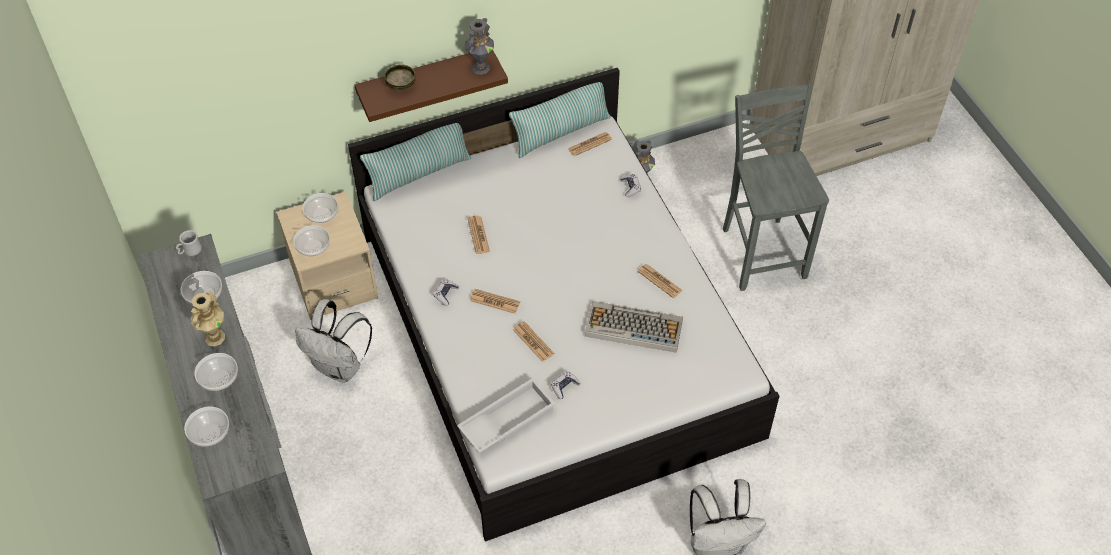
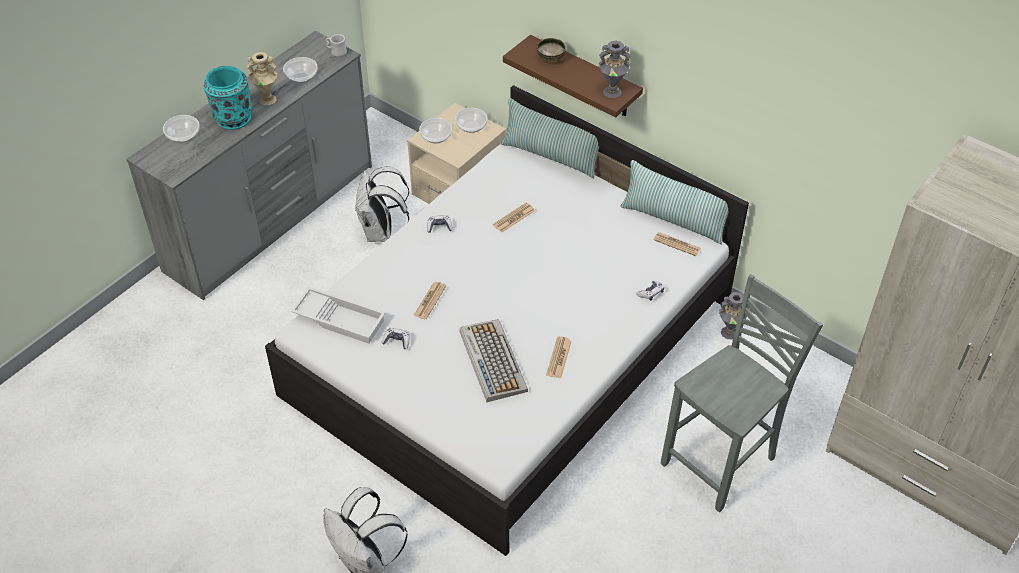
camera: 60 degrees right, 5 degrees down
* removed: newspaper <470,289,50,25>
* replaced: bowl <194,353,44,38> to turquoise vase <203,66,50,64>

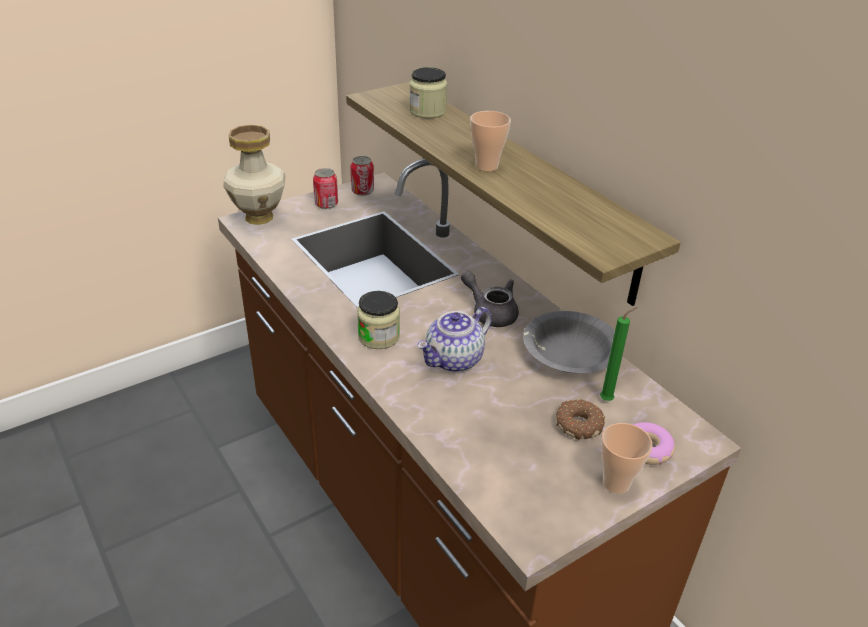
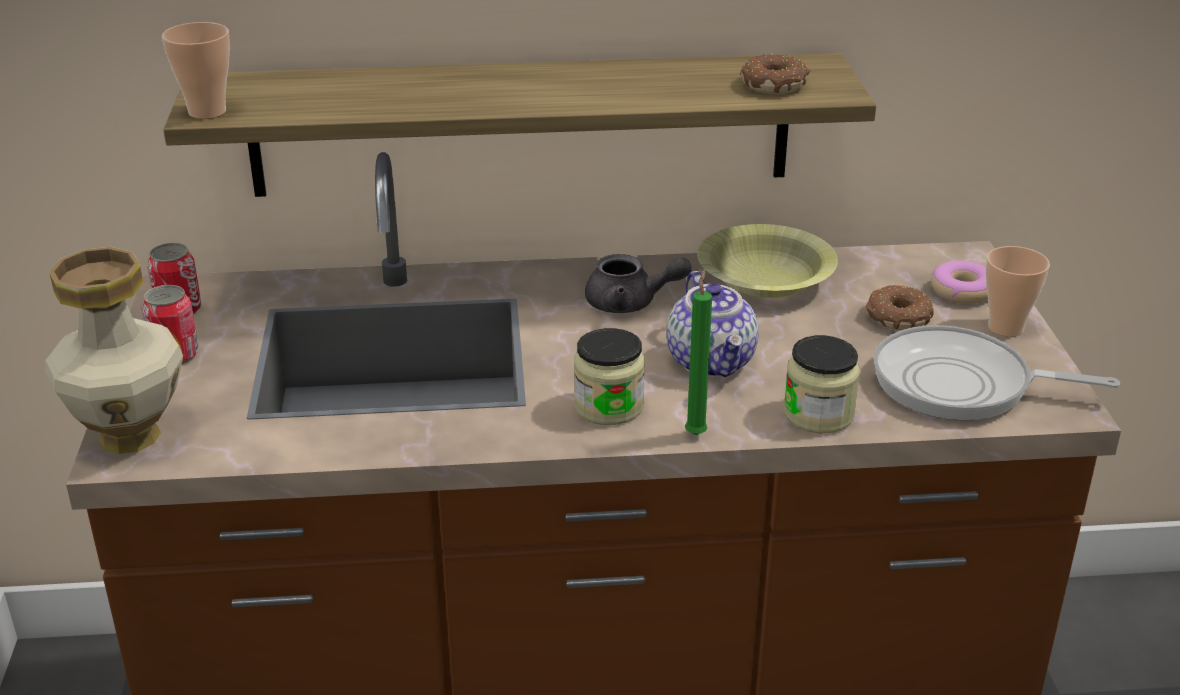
camera: 60 degrees left, 5 degrees down
* moved: jar <409,67,38,51> to <784,335,76,98>
* moved: cup <470,111,41,60> to <162,22,68,97>
* turned: grey teapot <461,271,58,56> = <585,254,106,59> 150 degrees counterclockwise
* moved: green candle <600,307,37,94> to <685,269,27,166>
* recoloured: grey bowl <523,311,92,62> to yellow bowl <697,224,141,74>
* added: donut <740,54,70,40>
* added: frying pan <874,325,246,95>

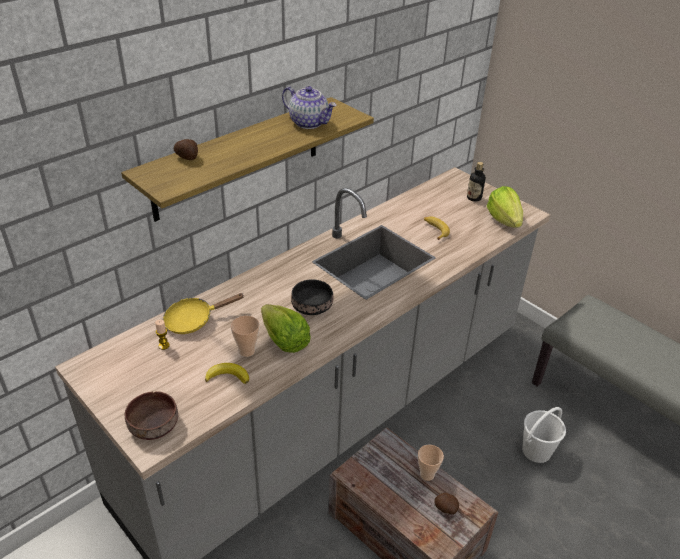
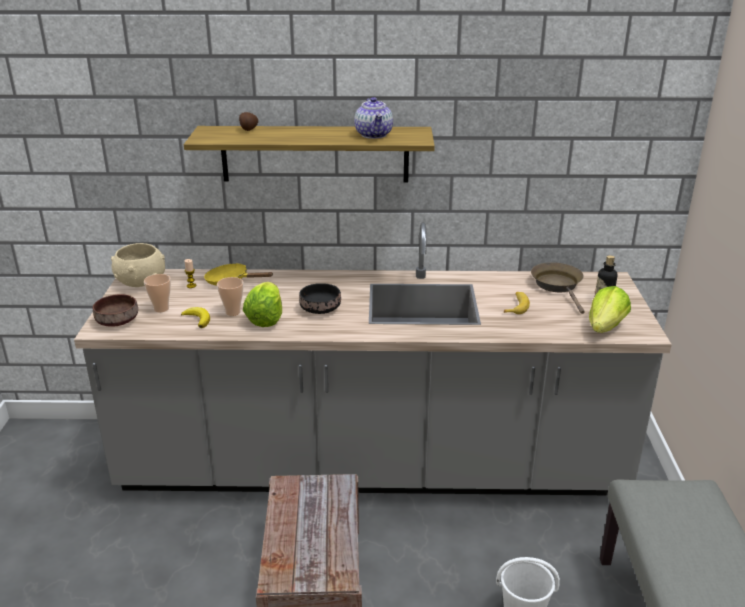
camera: 45 degrees right, 10 degrees down
* moved: cup <418,445,26,36> to <144,274,27,39>
* removed: potato <434,493,25,22>
* added: beige bowl <111,243,54,44>
* added: brown frying pan <531,262,54,52>

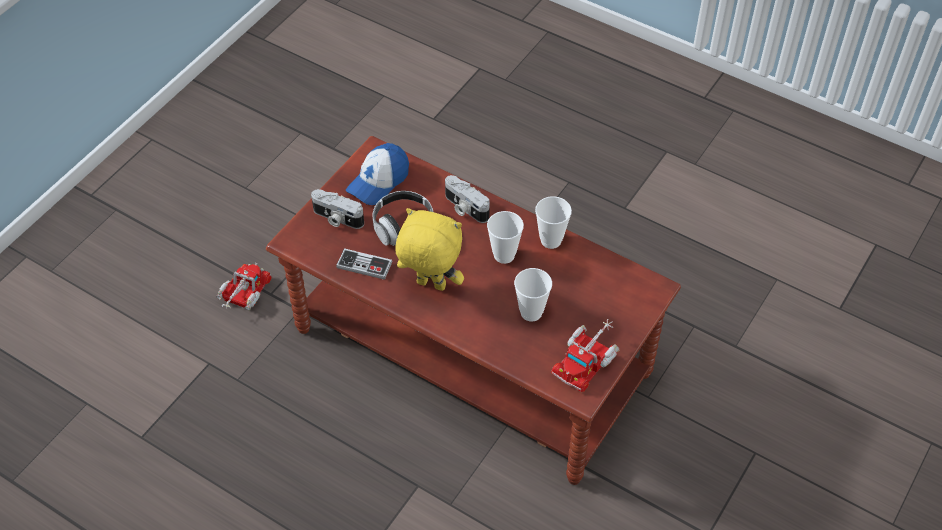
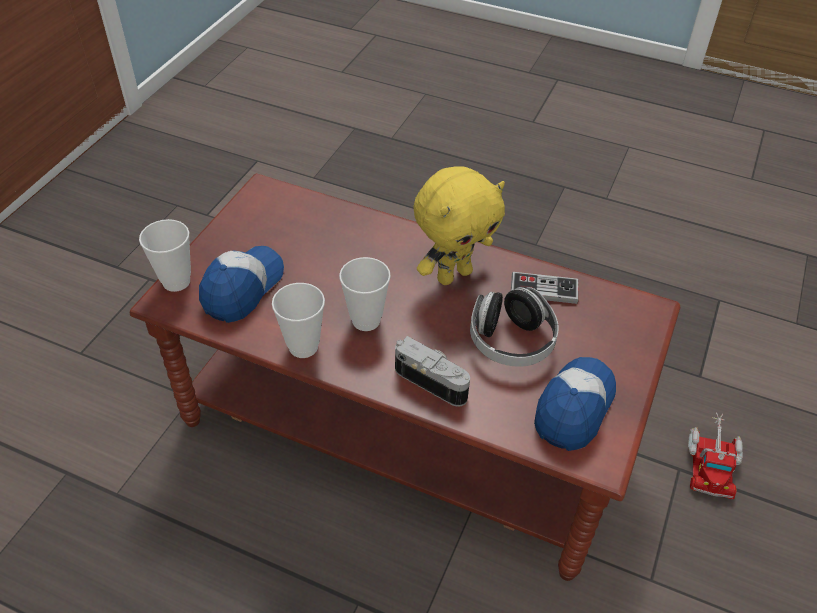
camera: 170 degrees right, 5 degrees down
* removed: photo camera <311,189,53,40>
* turned: yellow plush toy <395,208,69,83> = <413,166,92,119> 45 degrees counterclockwise
* moved: cup <514,268,38,53> to <139,219,52,73>
* removed: toy truck <551,319,69,73>
* added: cap <199,246,85,77>

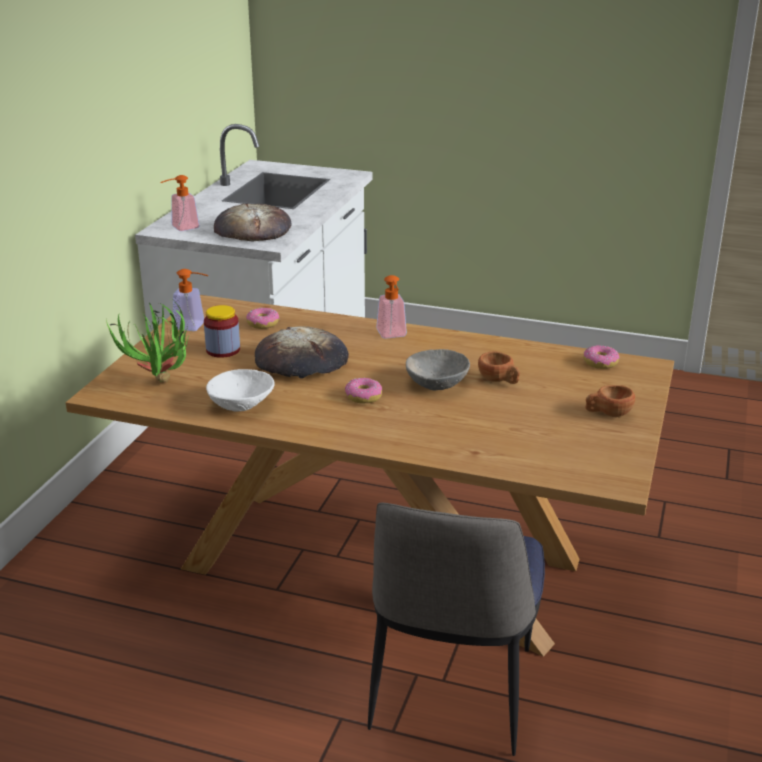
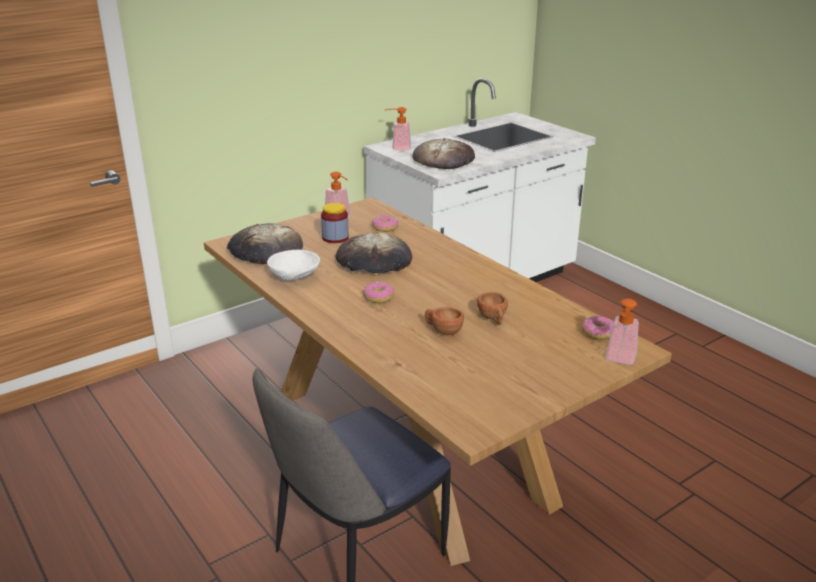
camera: 35 degrees right, 0 degrees up
* moved: soap dispenser <376,275,31,64> to <605,299,34,66>
* replaced: potted plant <106,302,84,81> to bread <227,223,76,41>
* removed: grey bowl <406,349,64,42>
* moved: brown cup <585,385,50,32> to <425,307,39,29>

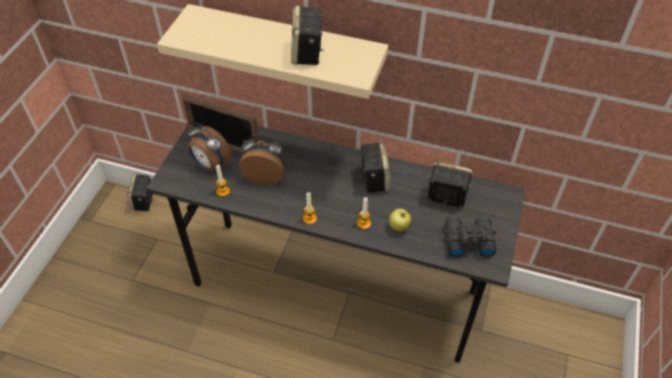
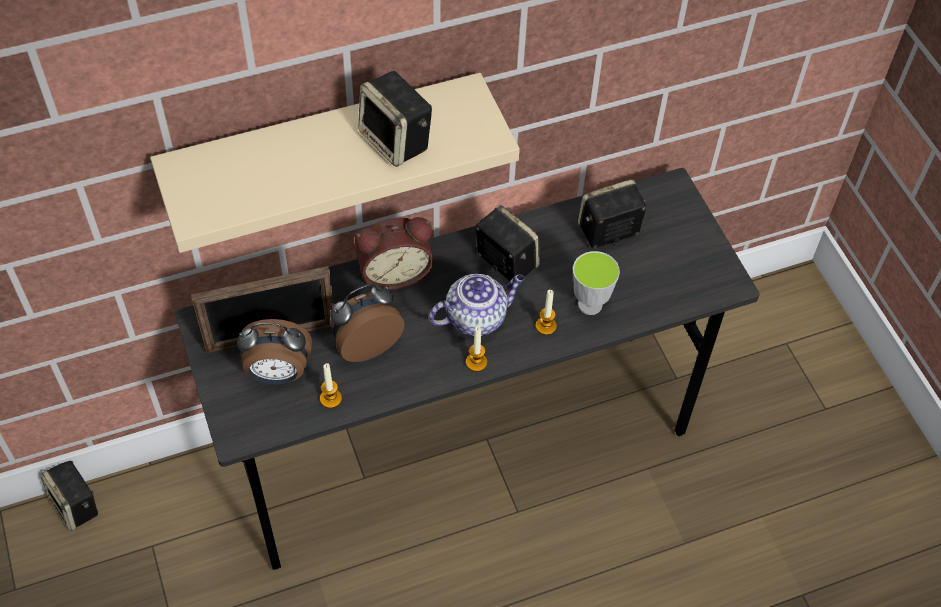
camera: 40 degrees left, 5 degrees up
* replaced: apple <389,209,22,22> to cup <573,251,47,64>
* removed: black binoculars <444,216,53,41>
* added: alarm clock <355,217,78,73>
* added: teapot <429,274,96,62>

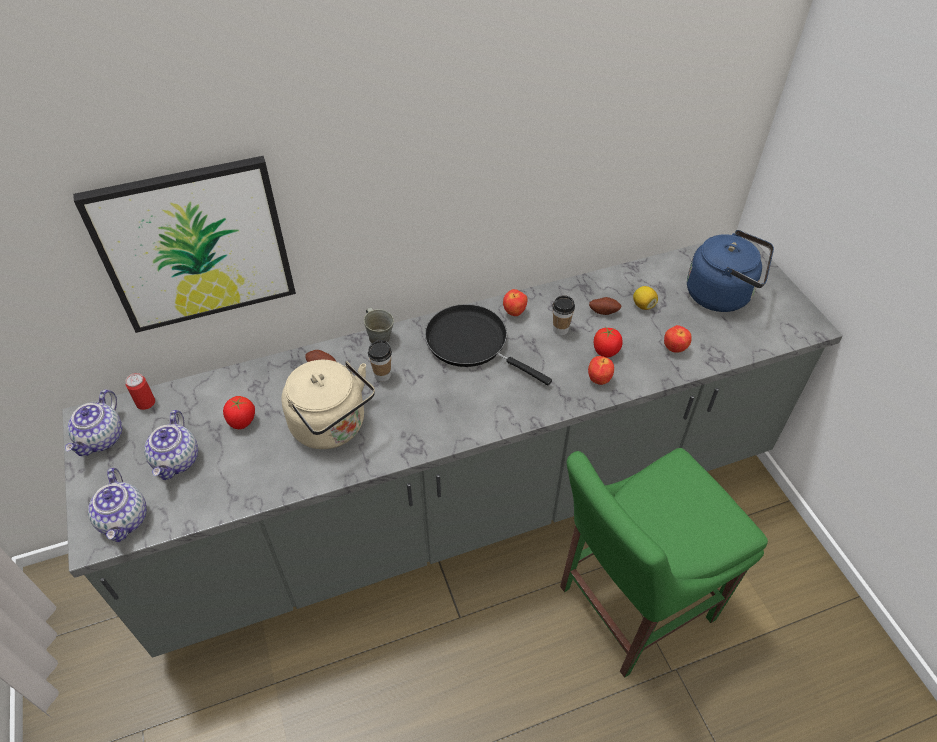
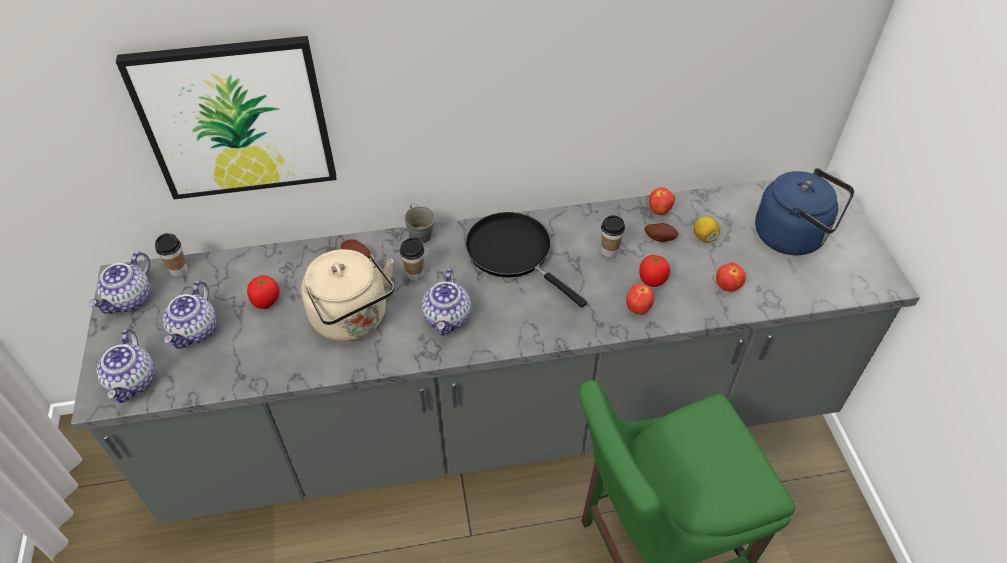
camera: 10 degrees right, 0 degrees up
* moved: apple <503,289,24,27> to <649,187,26,28>
* replaced: can <125,373,30,37> to cup <155,233,33,44>
* added: teapot <422,268,49,68>

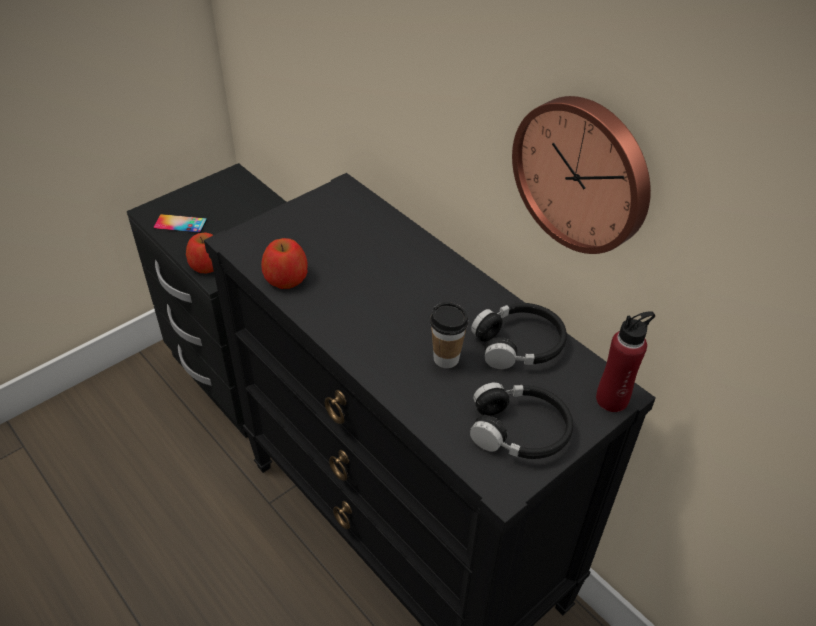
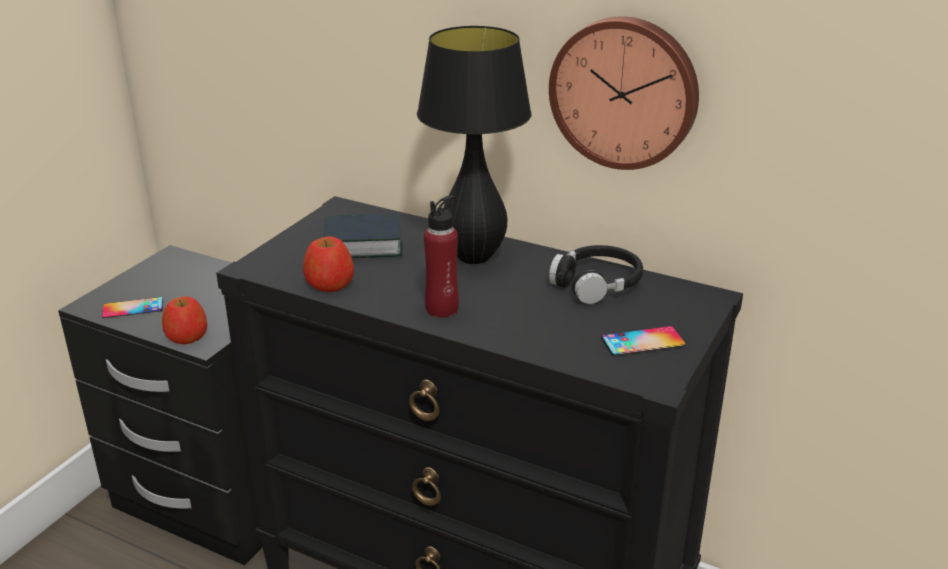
camera: 20 degrees left, 15 degrees down
* removed: cup <430,302,38,66>
* moved: red bottle <596,311,59,101> to <424,195,35,123>
* replaced: black headphones <470,382,103,77> to phone <601,326,84,30>
* added: black table lamp <417,26,114,238>
* added: book <322,214,80,44>

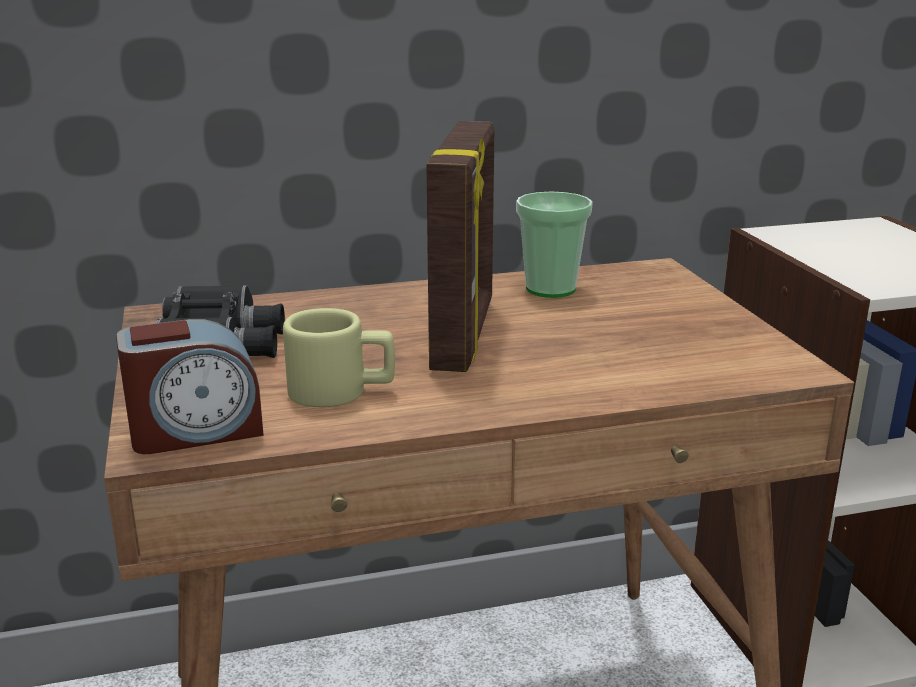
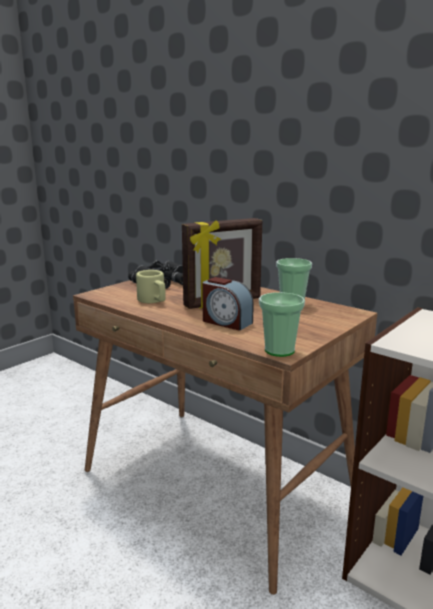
camera: 55 degrees right, 5 degrees down
* moved: alarm clock <116,319,148,135> to <202,277,52,54>
* added: cup <259,292,46,65>

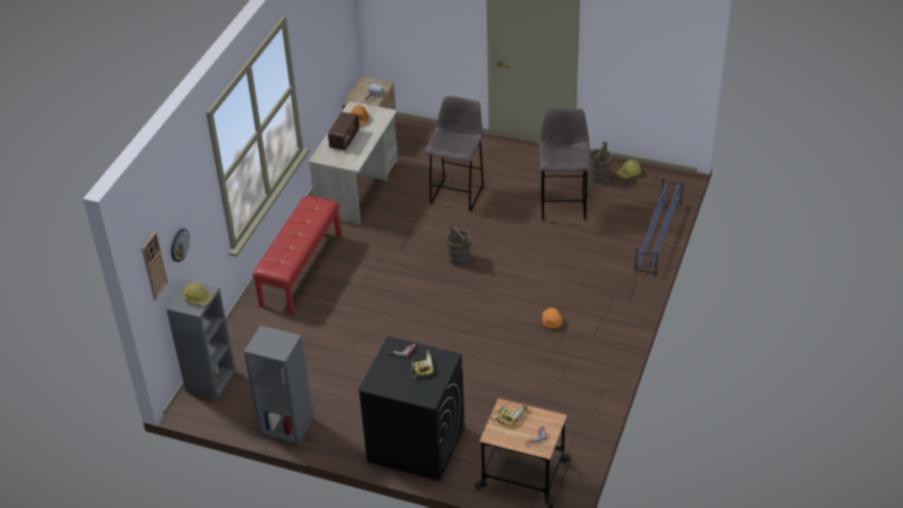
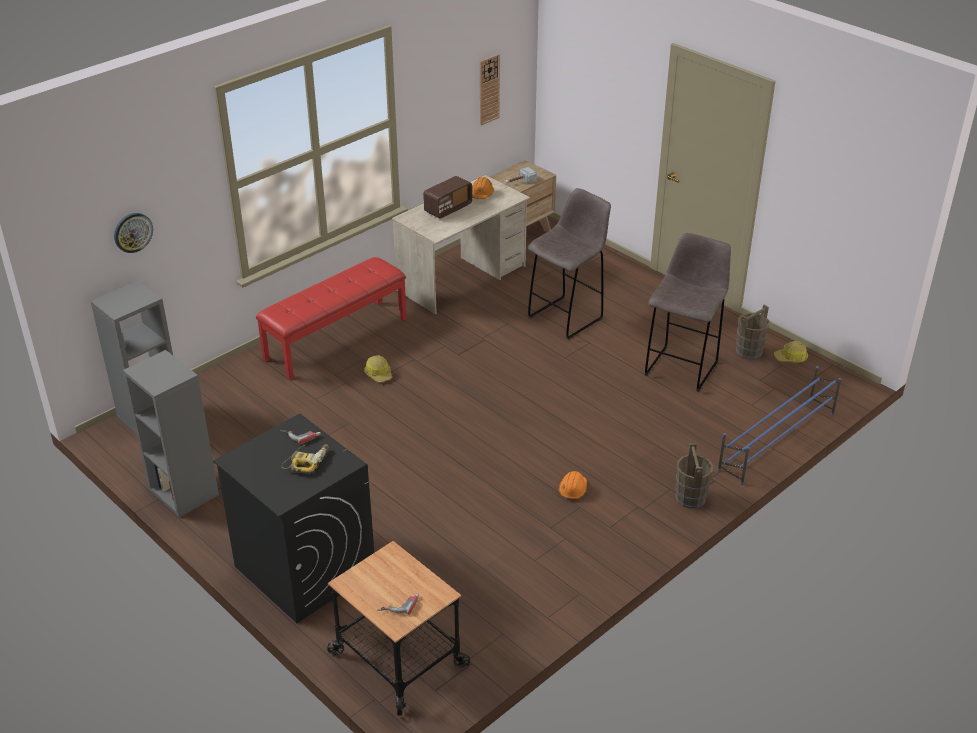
camera: 25 degrees right, 5 degrees down
* moved: brown bucket <446,222,25,45> to <675,443,38,65>
* moved: wall clock <142,232,26,68> to <480,54,20,72>
* moved: hard hat <184,282,29,23> to <364,355,28,27>
* removed: power drill <491,402,36,24>

